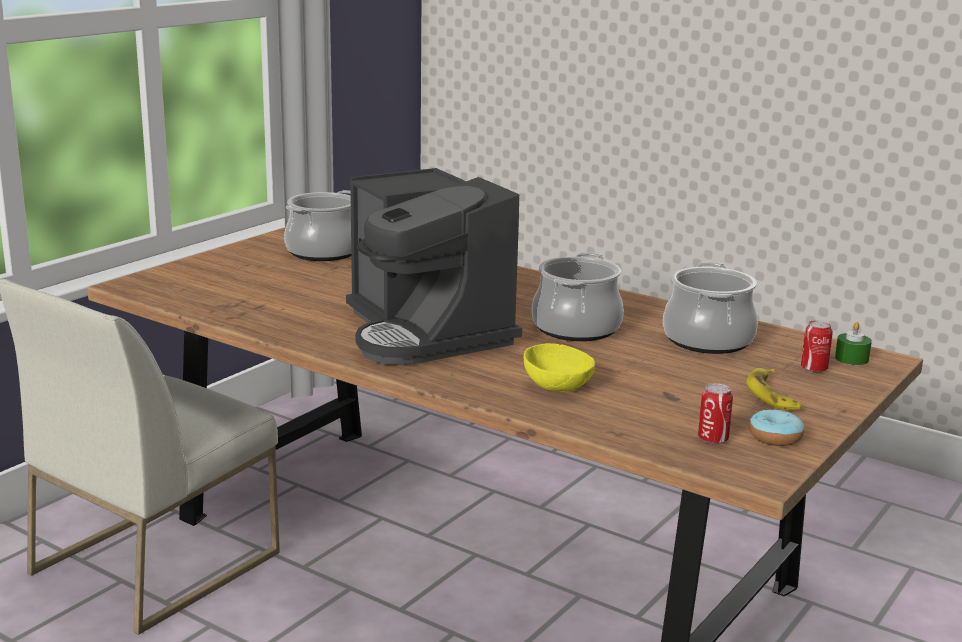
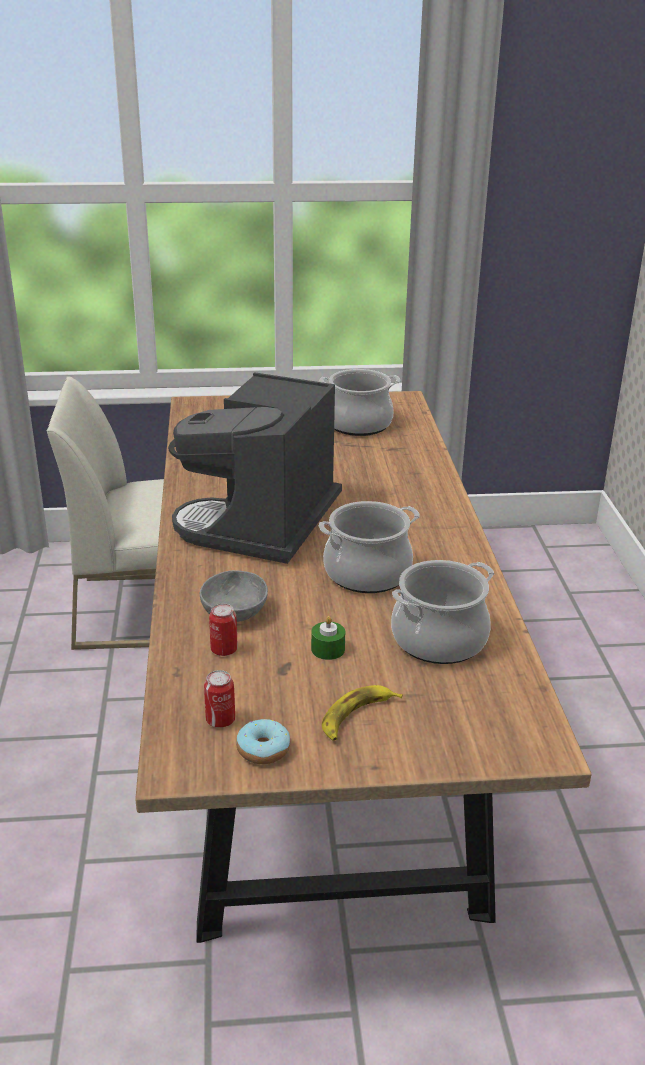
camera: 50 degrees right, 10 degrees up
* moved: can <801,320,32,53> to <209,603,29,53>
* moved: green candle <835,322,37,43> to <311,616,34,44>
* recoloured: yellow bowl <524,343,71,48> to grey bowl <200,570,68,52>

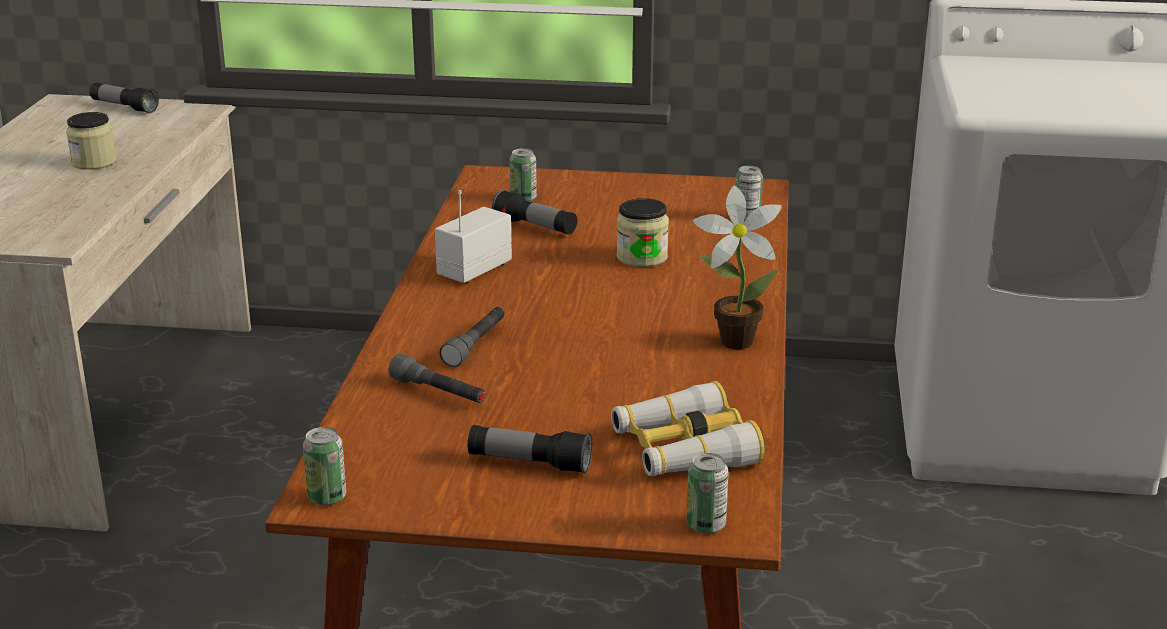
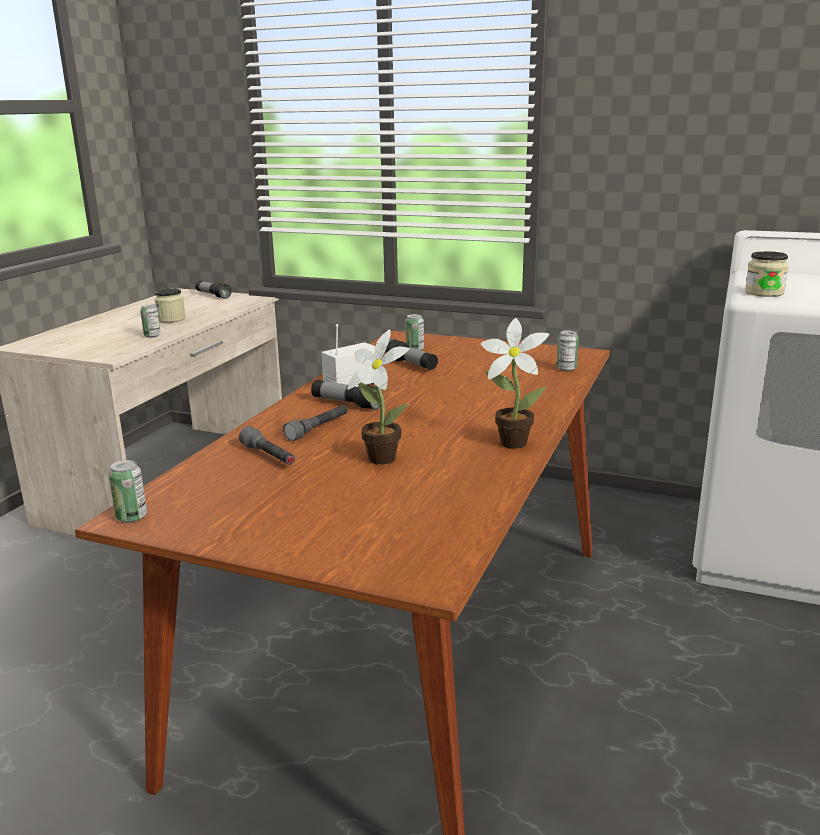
camera: 15 degrees right, 5 degrees down
* moved: jar <617,198,52,69> to <745,251,44,46>
* removed: binoculars <611,381,154,95>
* moved: flashlight <468,425,124,49> to <311,380,72,30>
* moved: can <686,453,43,81> to <140,304,21,34>
* added: potted plant <347,329,62,136>

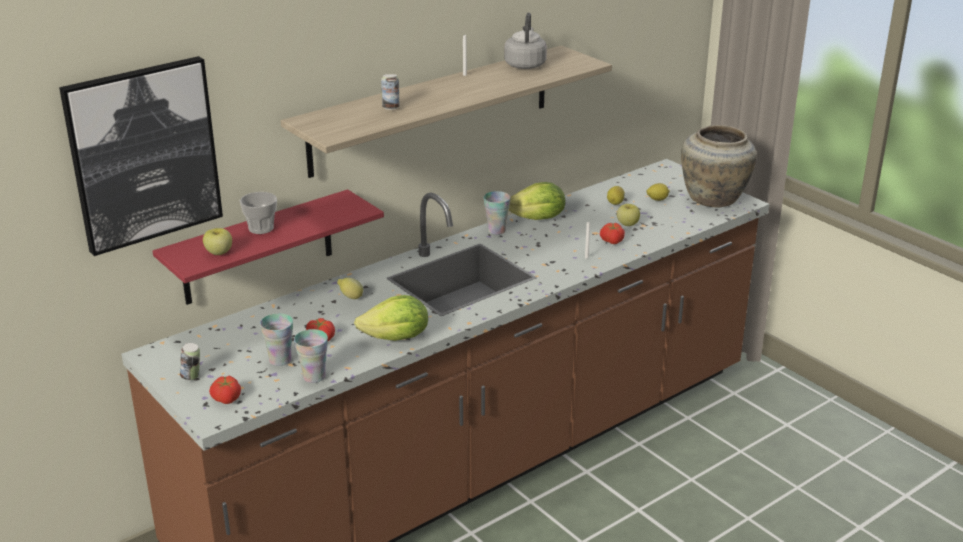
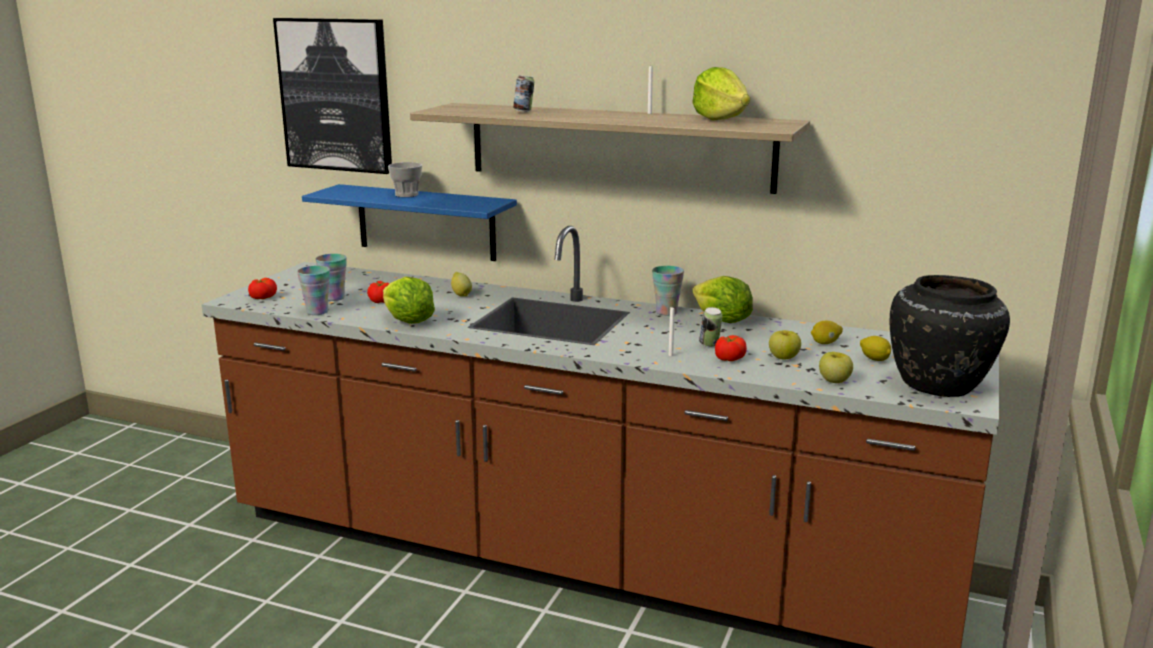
camera: 60 degrees right, 10 degrees down
* replaced: grey kettle <504,13,43,56> to lettuce <693,67,57,53>
* recoloured: beige vase <681,125,76,83> to black vase <890,275,120,122>
* recoloured: red shelf <152,189,232,116> to blue shelf <302,184,215,77>
* moved: apple <203,228,29,27> to <819,352,34,31>
* moved: can <180,343,20,37> to <699,307,23,40>

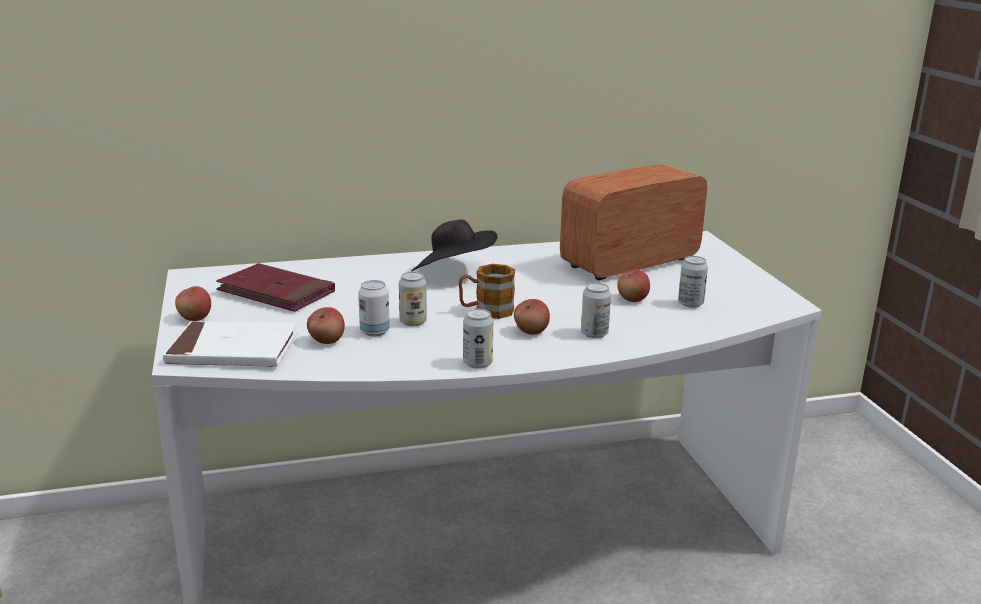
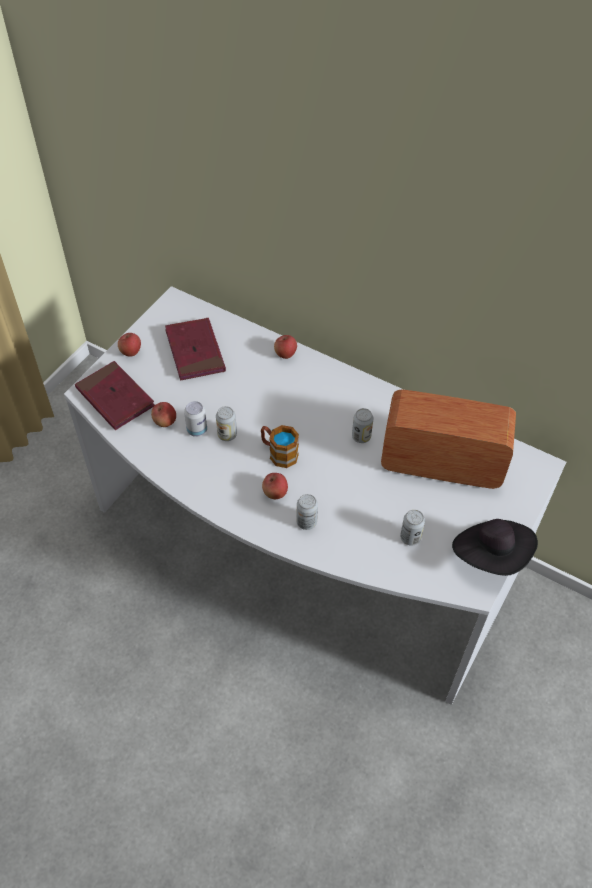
camera: 45 degrees right, 30 degrees up
* moved: black hat <411,220,87,52> to <452,519,86,57>
* moved: apple <617,269,33,33> to <274,335,23,24>
* moved: can <463,309,30,60> to <352,408,22,35>
* recoloured: white book <163,321,135,46> to red book <75,361,80,69>

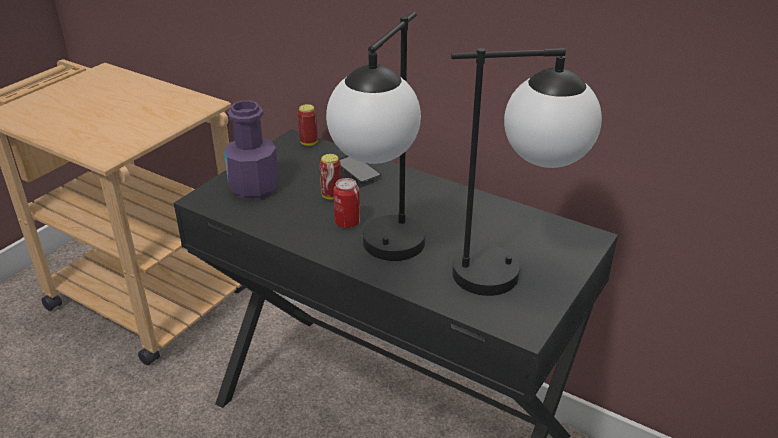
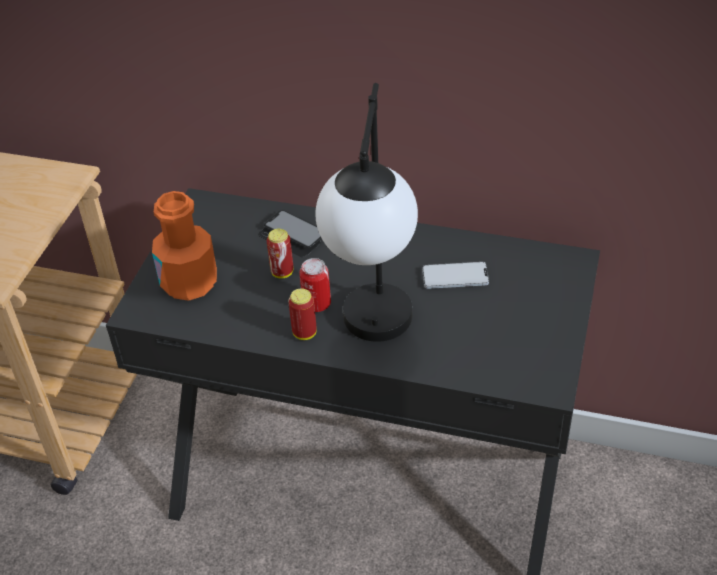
camera: 15 degrees left, 10 degrees up
* removed: table lamp <451,48,151,248>
* recoloured: purple bottle <224,100,55,100> to orange bottle <152,191,65,110>
* moved: can <298,104,20,42> to <288,288,29,52>
* added: phone <422,262,67,27>

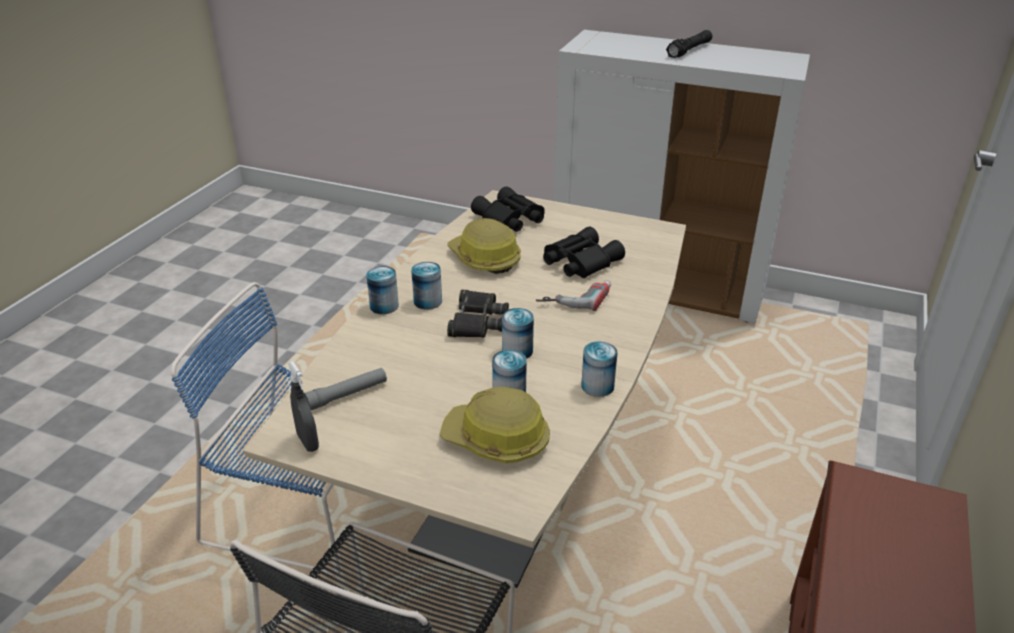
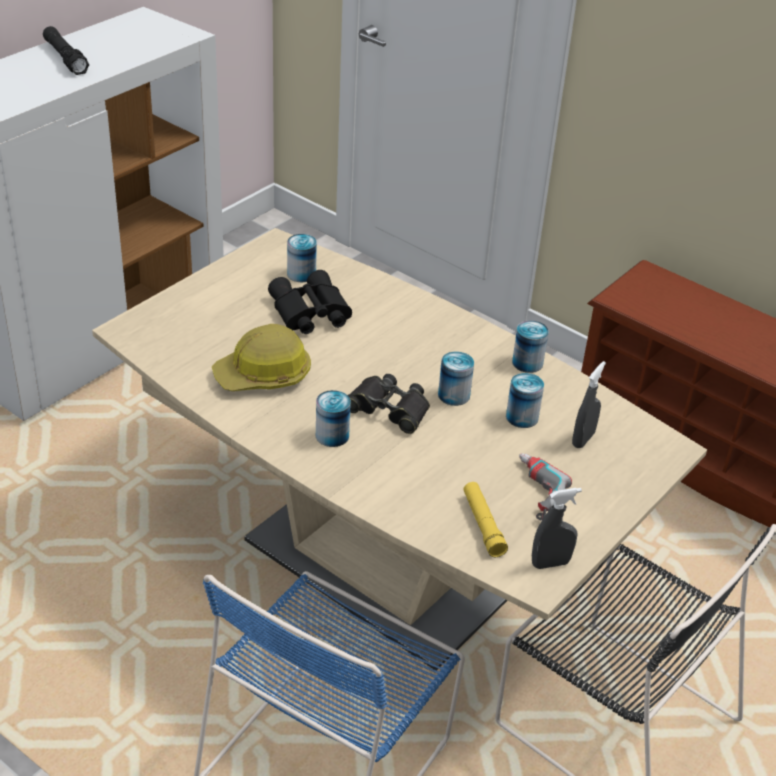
camera: 75 degrees left, 5 degrees up
* removed: black binoculars <471,187,74,45>
* moved: can <366,266,33,48> to <287,234,30,48>
* moved: power drill <536,281,75,30> to <519,453,53,68>
* recoloured: grey flashlight <304,368,83,43> to yellow flashlight <463,482,45,75>
* replaced: hard hat <439,387,111,76> to grey spray bottle <572,361,34,87>

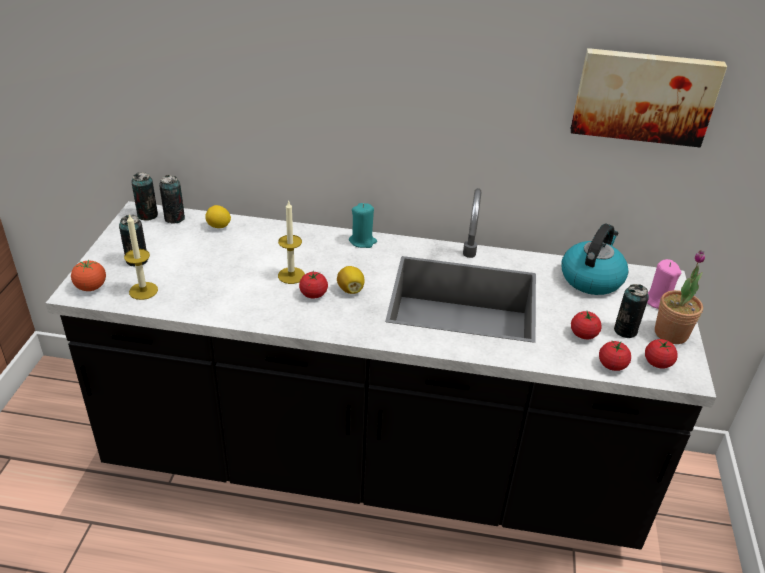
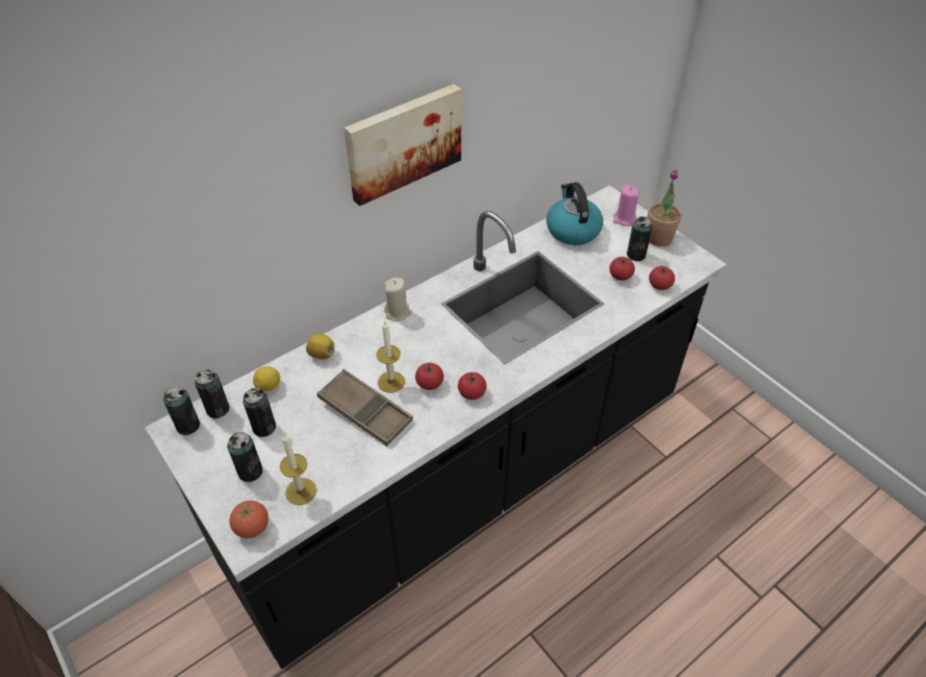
camera: 45 degrees left, 10 degrees up
* moved: picture <571,48,156,100> to <344,84,117,122>
* recoloured: turquoise candle <349,203,28,45> to beige candle <384,277,27,44>
* moved: lemon <337,266,28,28> to <306,333,29,26>
* moved: tomato <645,339,33,30> to <458,372,29,28>
* added: brown tray <317,369,96,77>
* added: can <243,388,33,49>

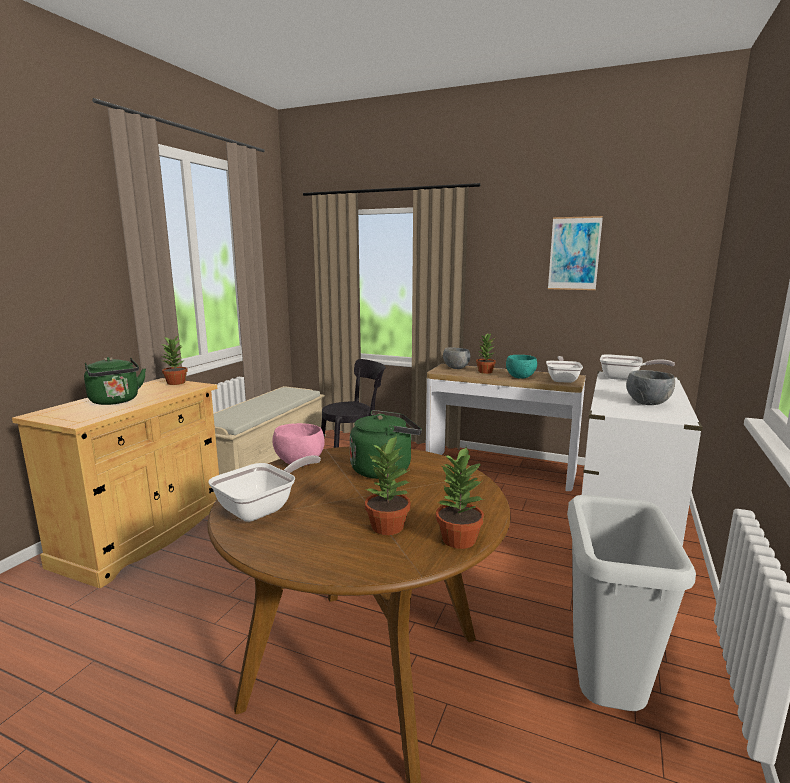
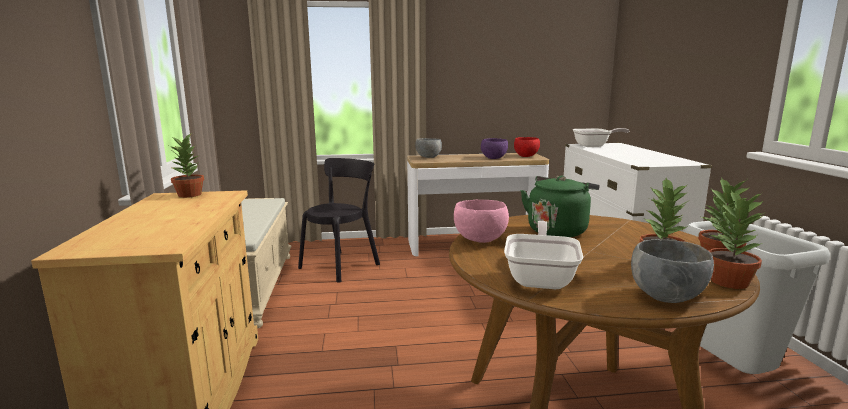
camera: 30 degrees left, 0 degrees up
* removed: picture <548,216,55,74>
* moved: potted plant <476,334,20,40> to <708,190,58,99>
* recoloured: turquoise bowl <506,355,31,24> to purple bowl <481,138,27,21>
* replaced: frying pan <546,356,37,27> to red bowl <514,137,26,20>
* removed: green kettle <84,357,62,48>
* moved: grey bowl <626,370,49,35> to <631,239,83,64>

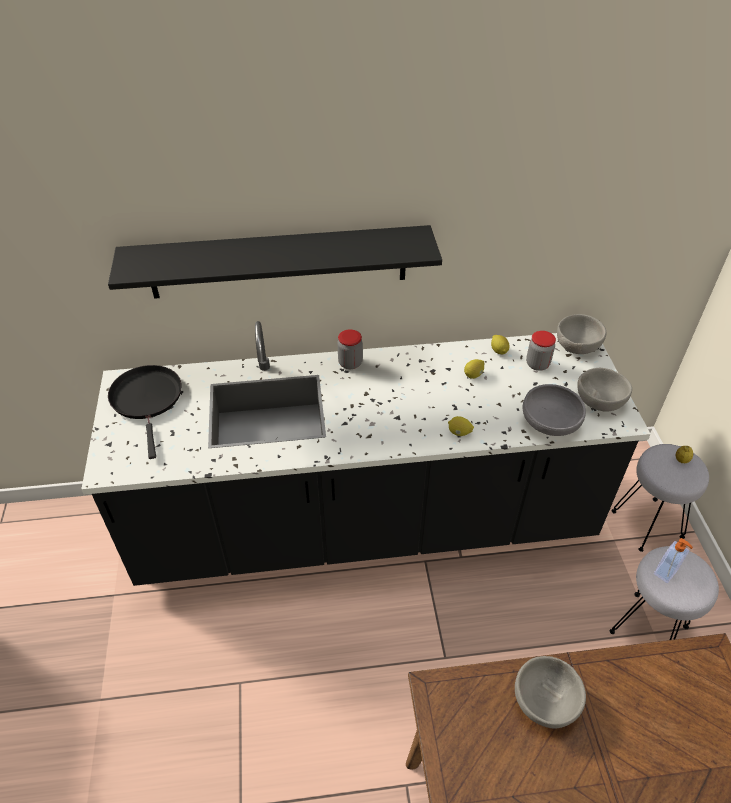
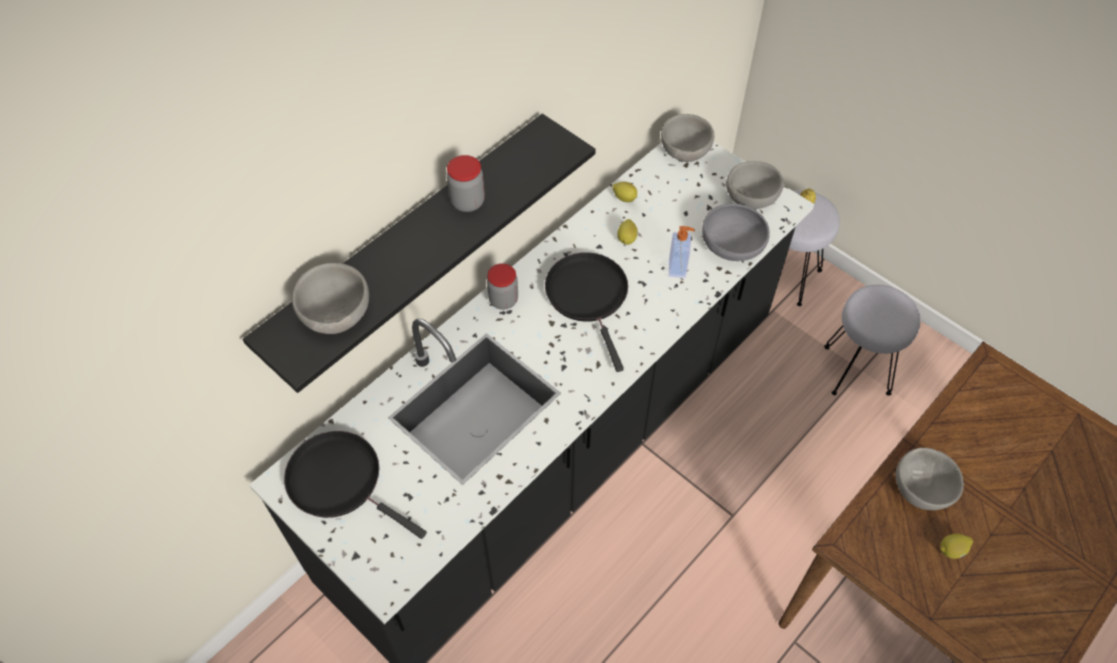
camera: 40 degrees left, 10 degrees up
* moved: jar <526,331,30,40> to <447,155,38,57>
* moved: lemon <448,416,26,20> to <941,534,32,25>
* moved: soap dispenser <654,538,39,45> to <669,226,26,52>
* added: black frying pan <545,252,83,120>
* added: grey bowl <292,263,77,71>

